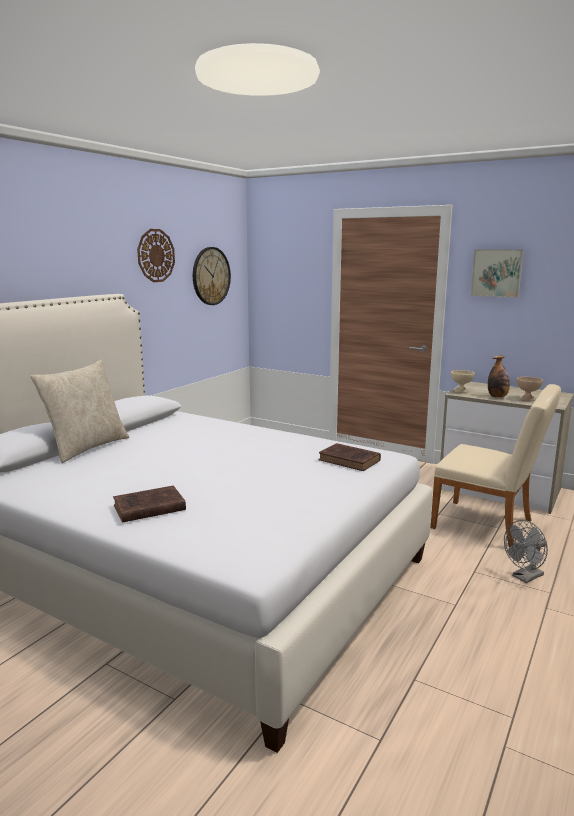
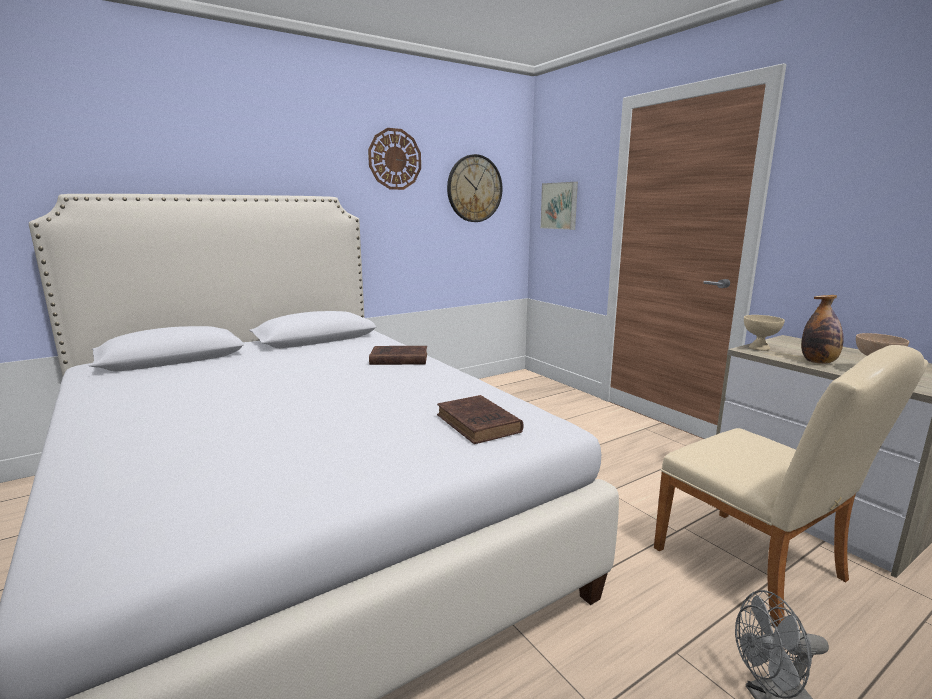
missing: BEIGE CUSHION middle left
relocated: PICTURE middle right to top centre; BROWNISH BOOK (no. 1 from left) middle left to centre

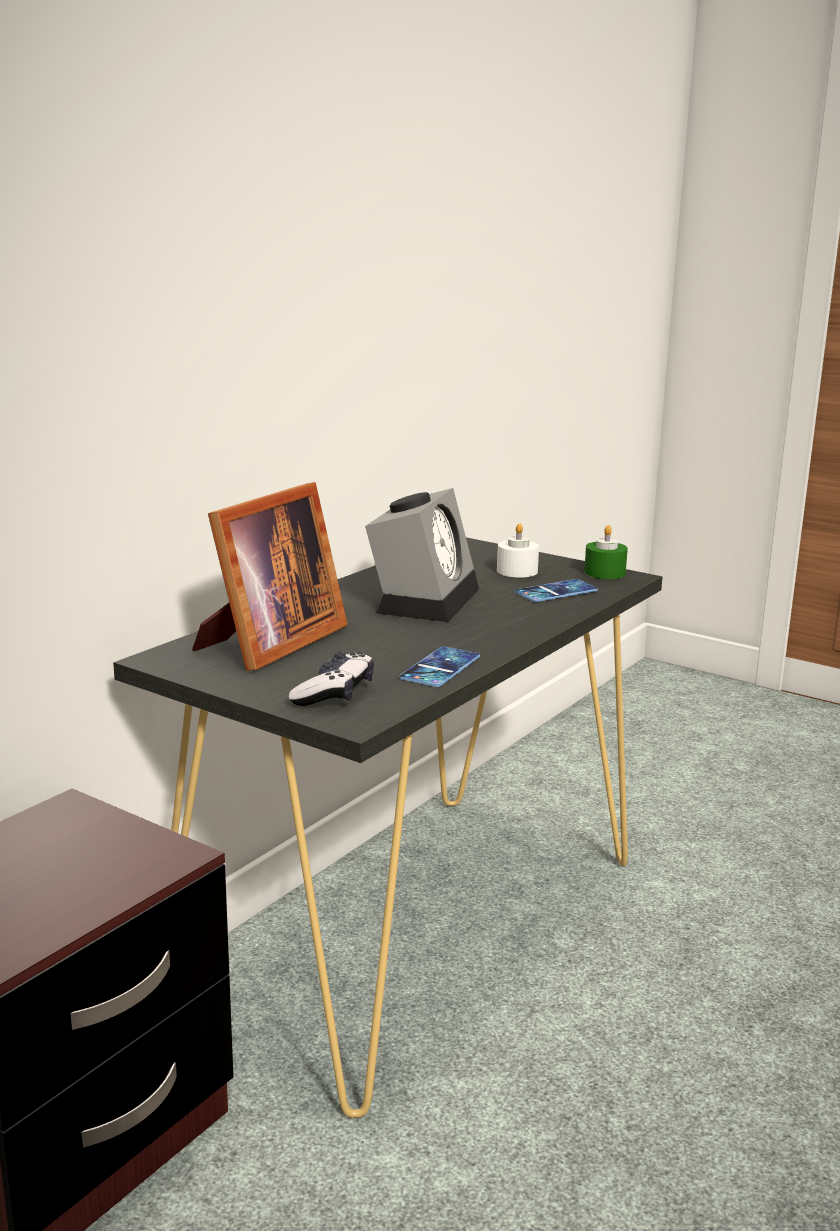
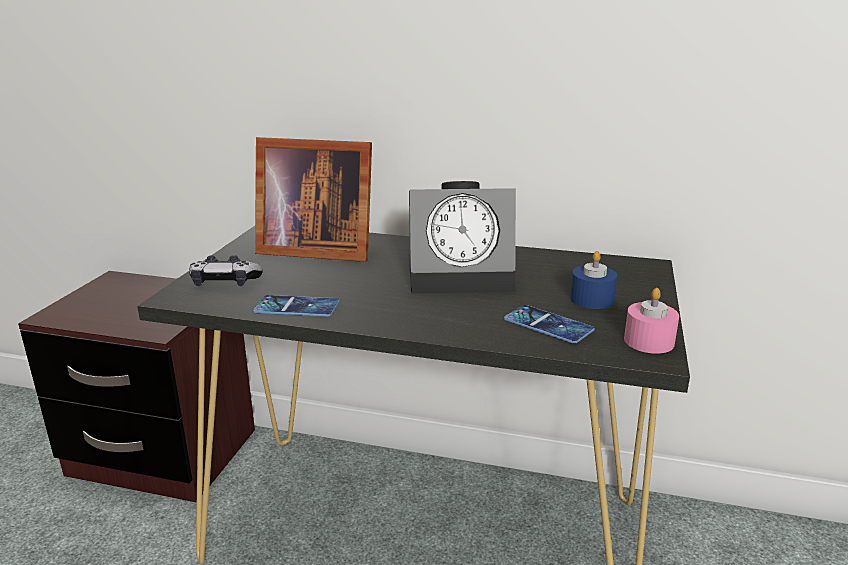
colour: WHITE WAX LIGHT centre to BLUE WAX LIGHT middle right; GREEN-COLOURED WAX LIGHT middle right to PINKISH WAX LIGHT middle right

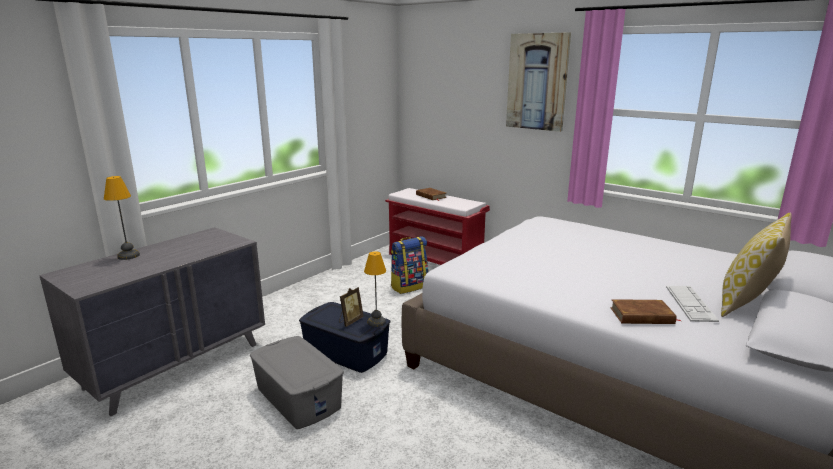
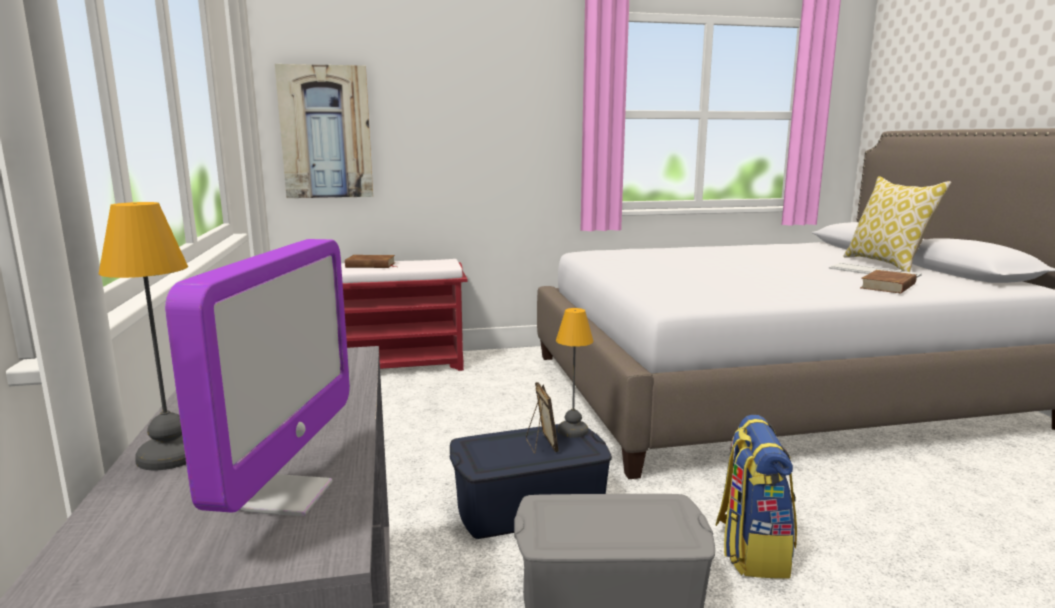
appeared: MONITOR middle left
relocated: PICTURE top centre to top left; BACKPACK centre to bottom right

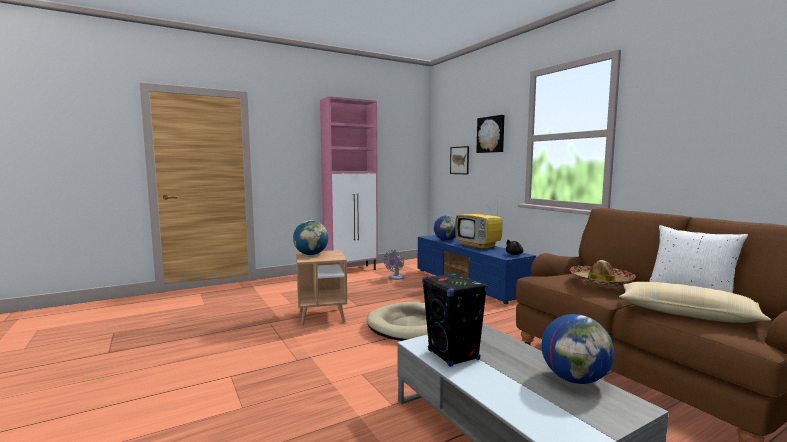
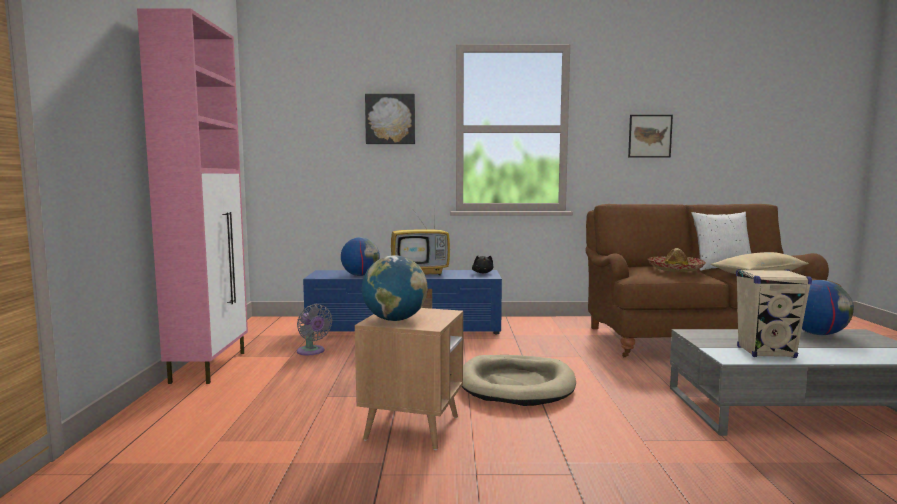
relocated: PICTURE (no. 1 from left in the first image) centre to PICTURE (no. 2 from left) top right
colour: BLACK LOUDSPEAKER bottom centre to BEIGE LOUDSPEAKER middle right

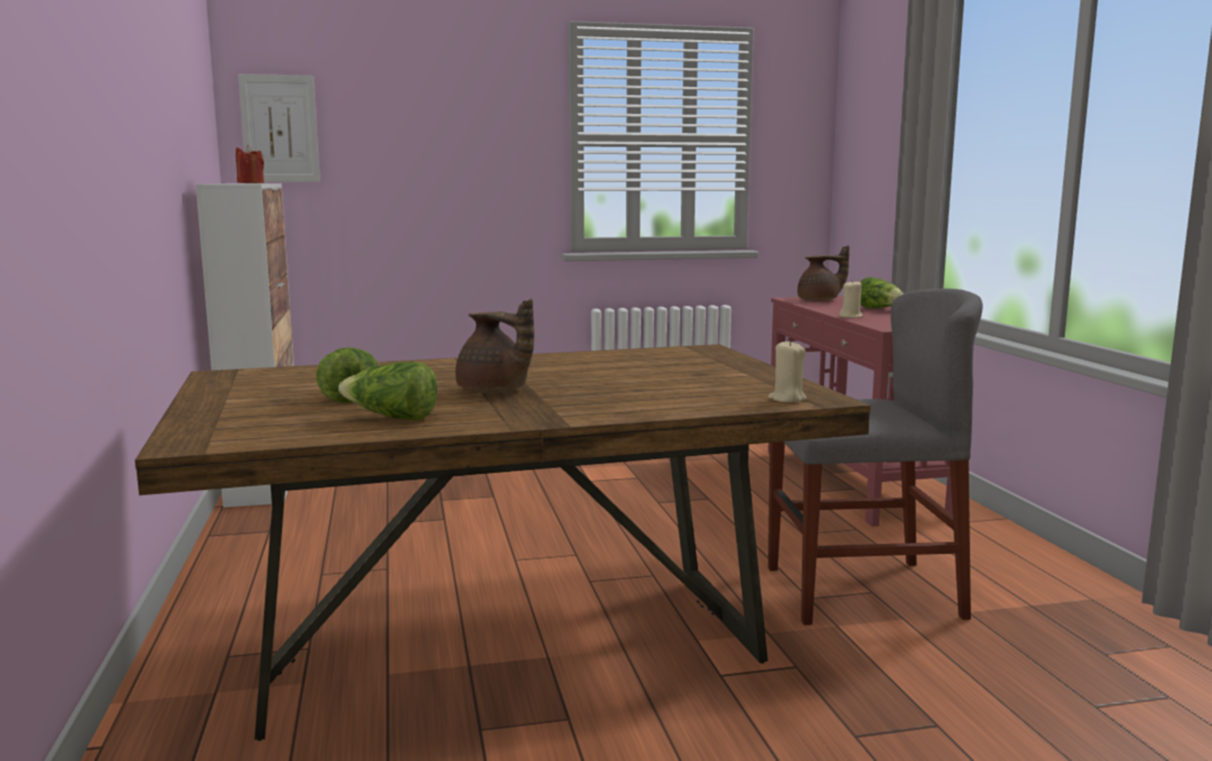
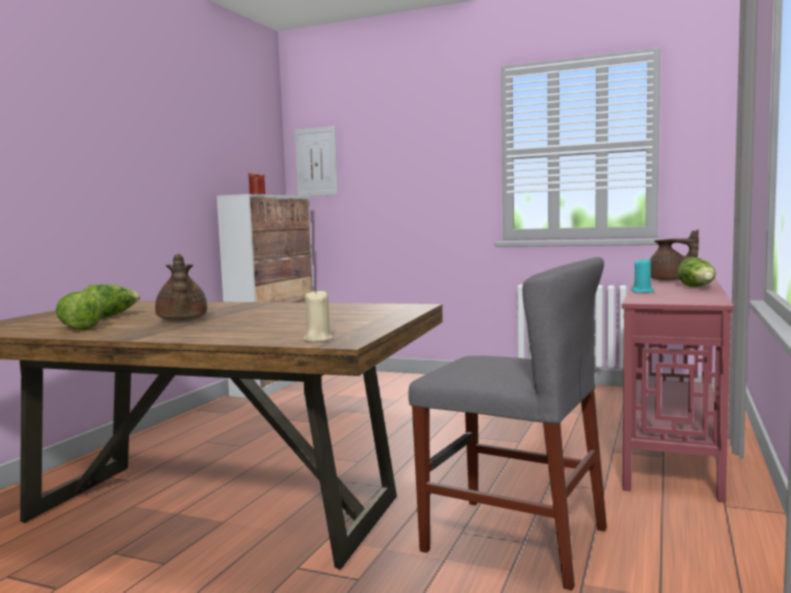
colour: BEIGE WAX LIGHT (no. 2 from left) middle right to TURQUOISE-COLOURED WAX LIGHT middle right

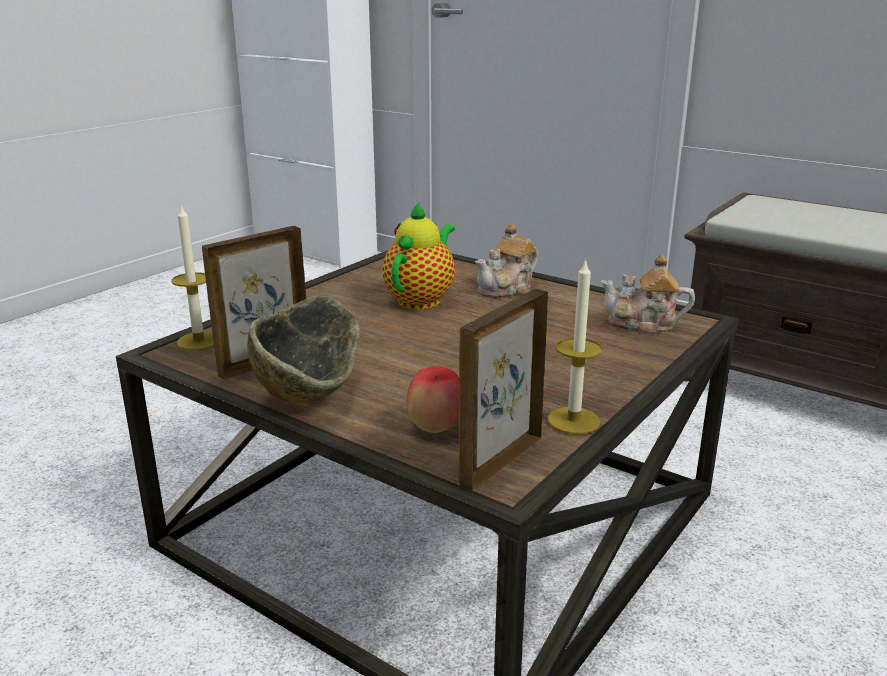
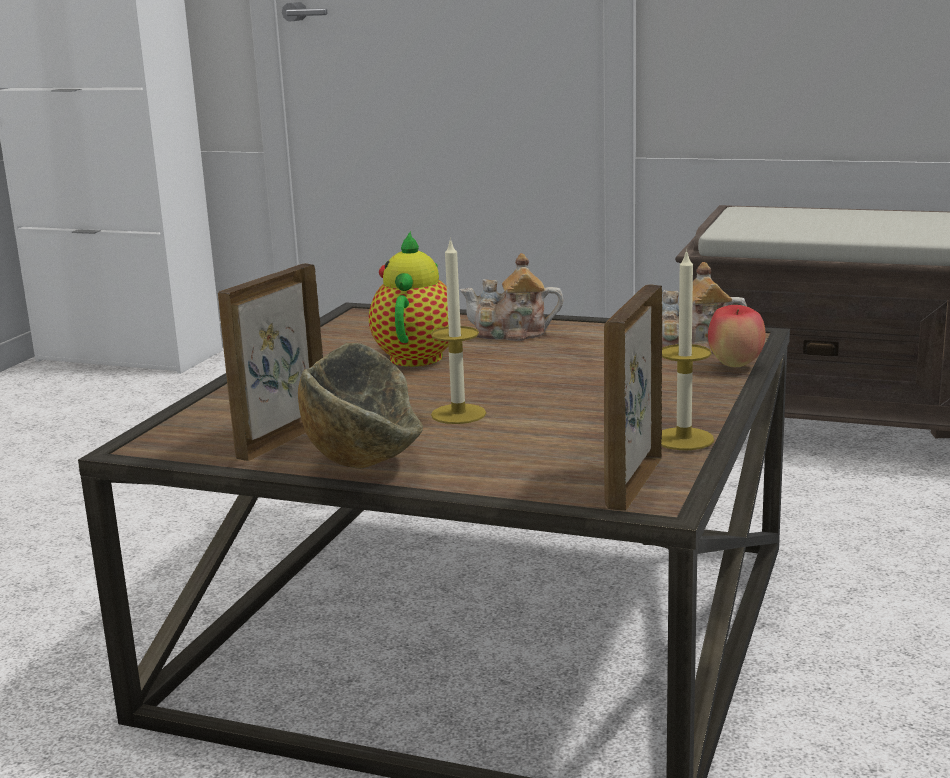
relocated: WAX LIGHT (no. 1 from left) middle left to centre; APPLE centre to middle right
spun: TEAPOT (no. 2 from left) centre = centre 60 degrees clockwise

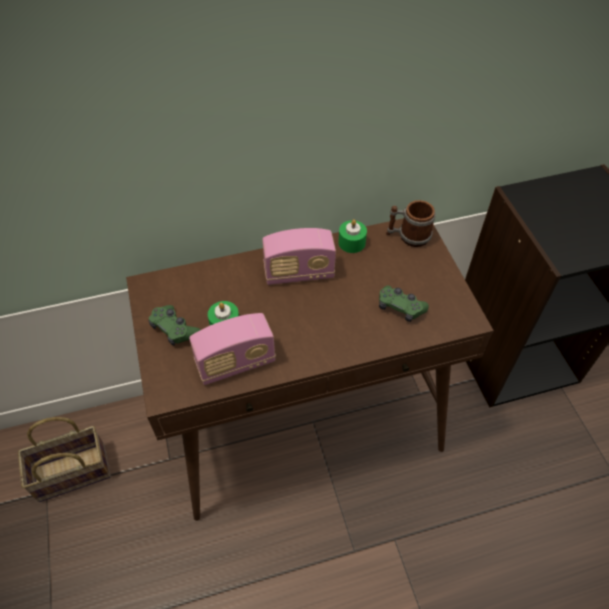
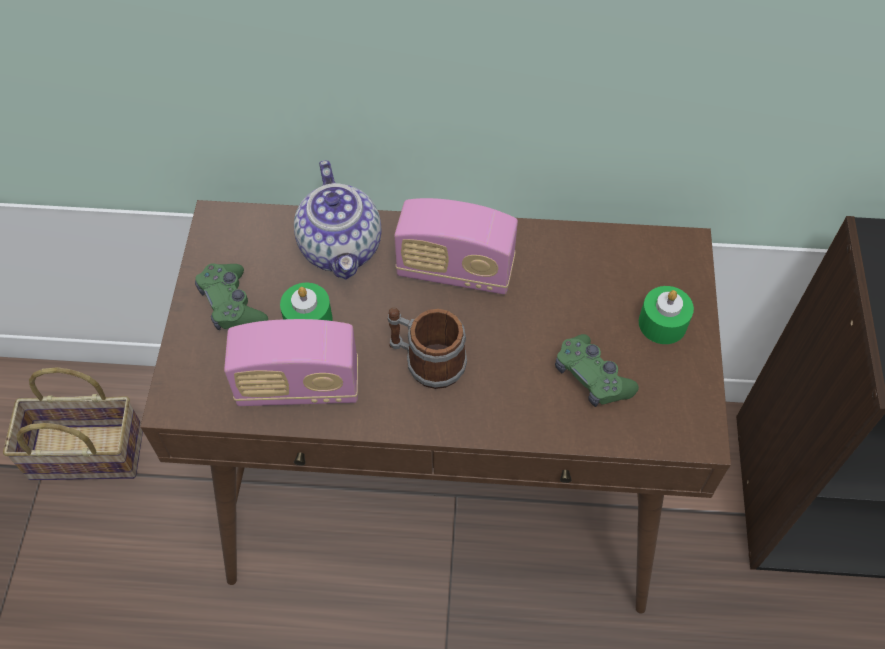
appeared: TEAPOT centre
relocated: TEA MUG middle right to centre; GREEN-COLOURED WAX LIGHT (no. 2 from left) centre to middle right

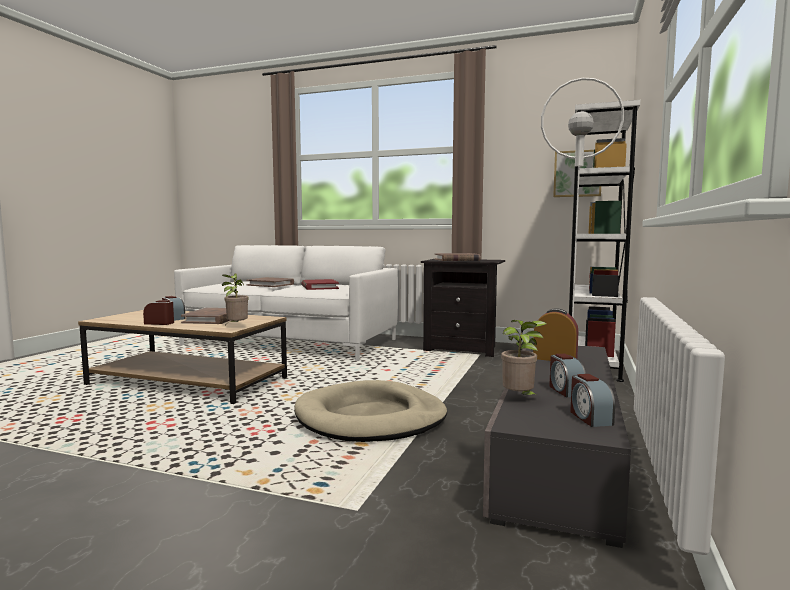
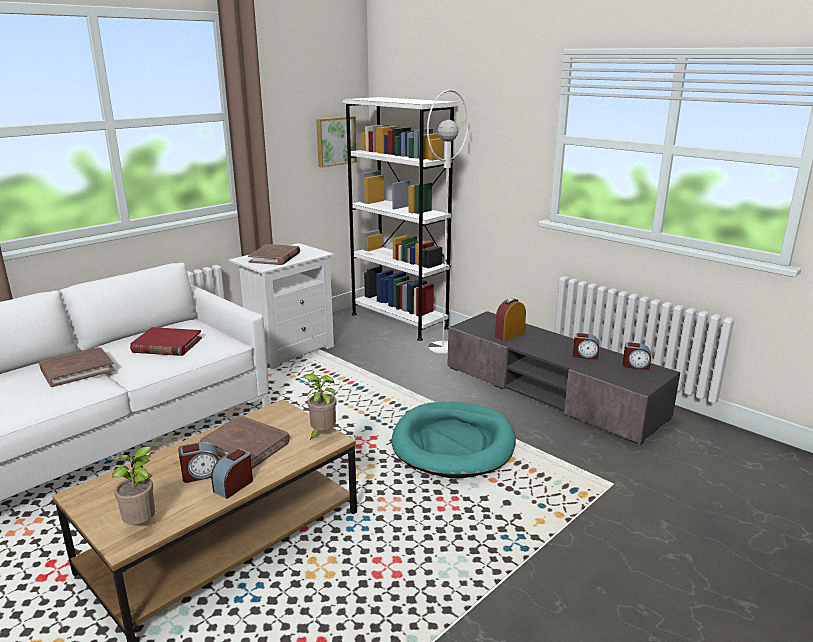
relocated: POTTED PLANT (no. 2 from left in the first image) centre to POTTED PLANT (no. 1 from left) bottom left
colour: BLACK BEDSIDE TABLE centre to WHITE BEDSIDE TABLE centre; BEIGE DOG BED bottom centre to TURQUOISE-COLOURED DOG BED bottom centre

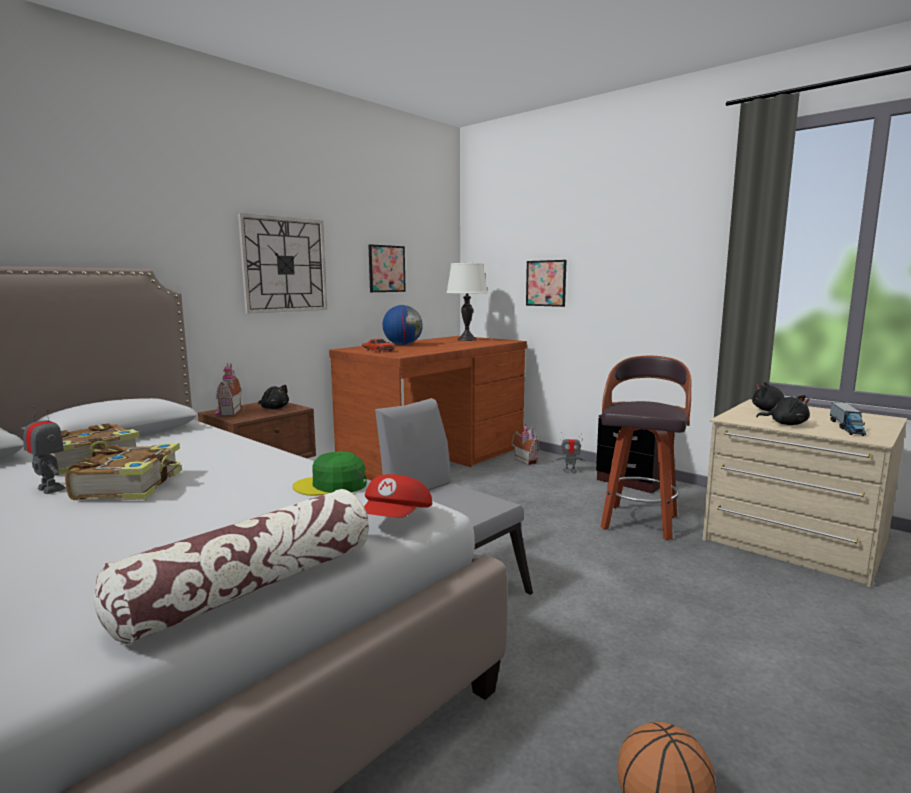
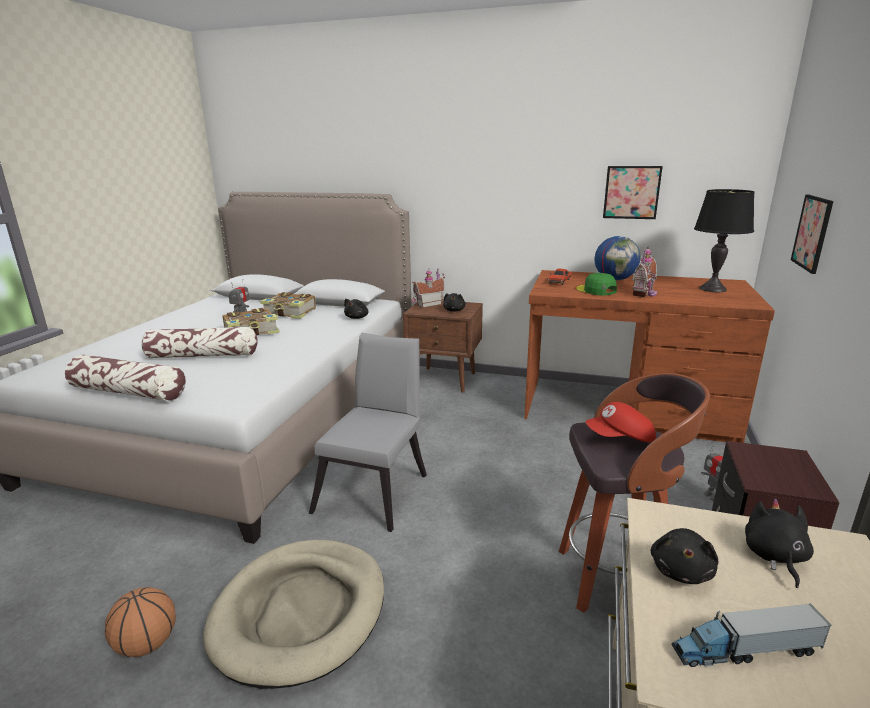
missing: WALL CLOCK top left
appeared: BLACK CUDDLY TOY (no. 1 from left) centre; CUSHION (no. 2 from left) middle left; BEIGE DOG BED bottom centre
relocated: MODEL HOUSE (no. 2 from left) centre to middle right; GREEN-COLOURED BASEBALL CAP centre to middle right; RED BASEBALL CAP centre to middle right
colour: WHITE TABLETOP LAMP centre to BLACK TABLETOP LAMP middle right

